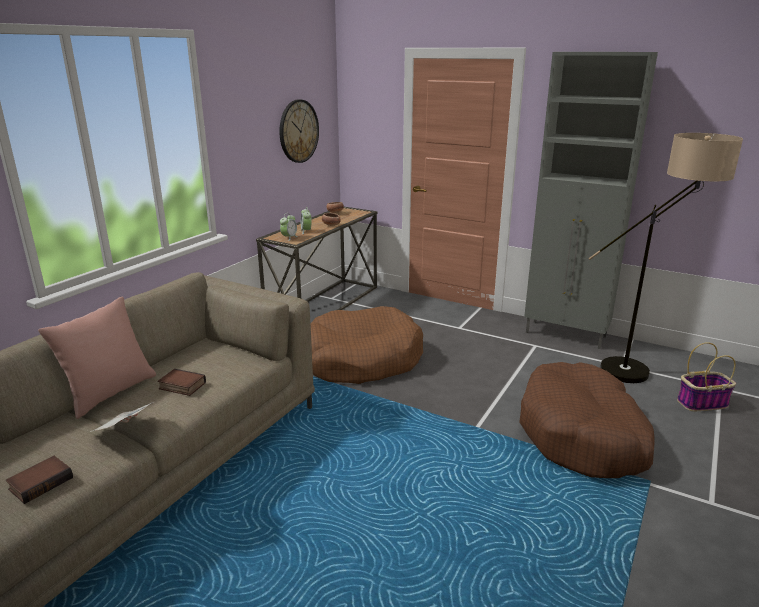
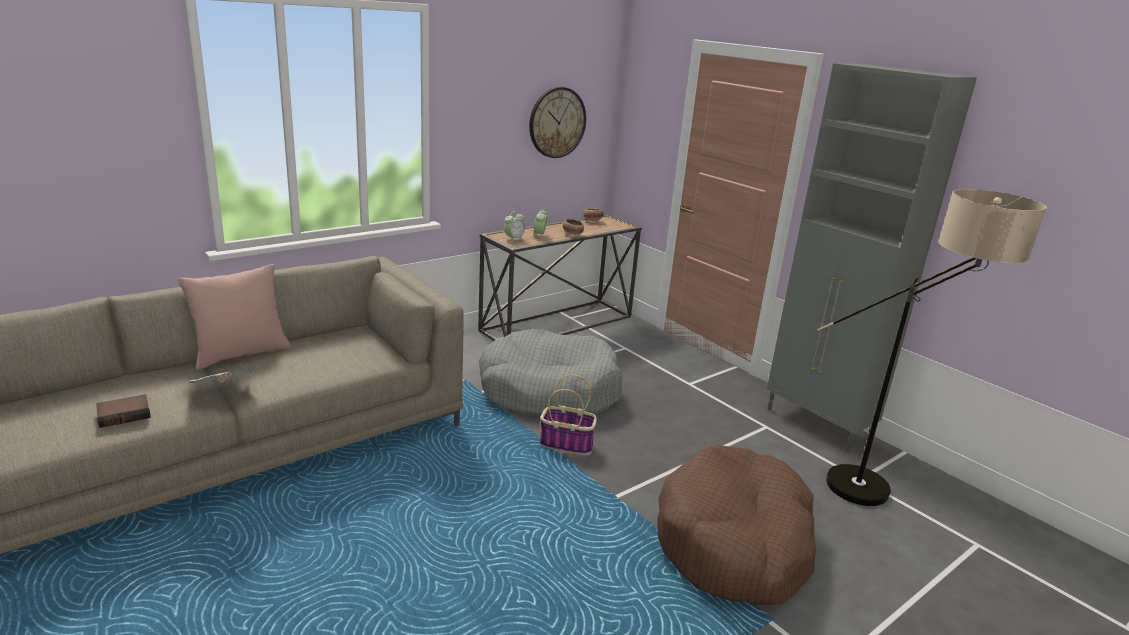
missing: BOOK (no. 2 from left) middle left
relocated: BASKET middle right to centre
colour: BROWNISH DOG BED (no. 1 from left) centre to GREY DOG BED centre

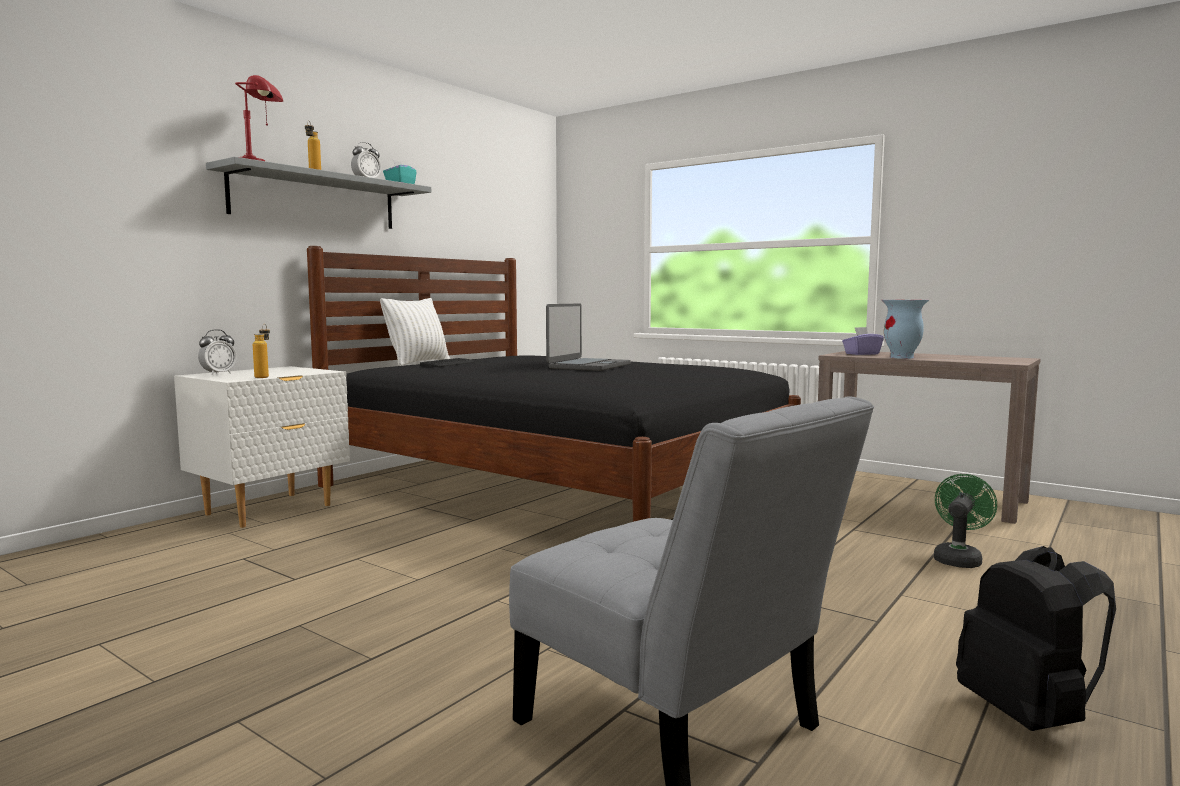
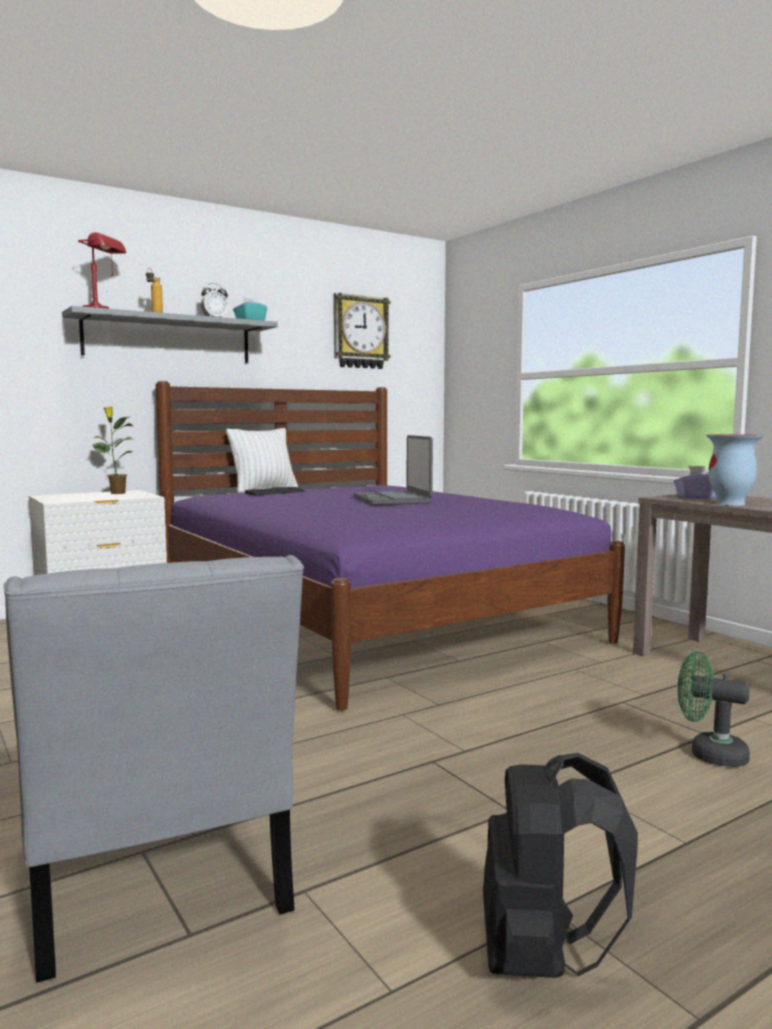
missing: BEVERAGE BOTTLE (no. 1 from left) middle left; BEDSIDE CLOCK (no. 1 from left) middle left
appeared: WALL CLOCK top centre; POTTED PLANT middle left
colour: BLACK SLEEPING BED centre to PURPLE-COLOURED SLEEPING BED centre
spun: LAPTOP centre = centre 120 degrees clockwise; GREEN-COLOURED ELECTRIC FAN middle right = bottom right 120 degrees counterclockwise

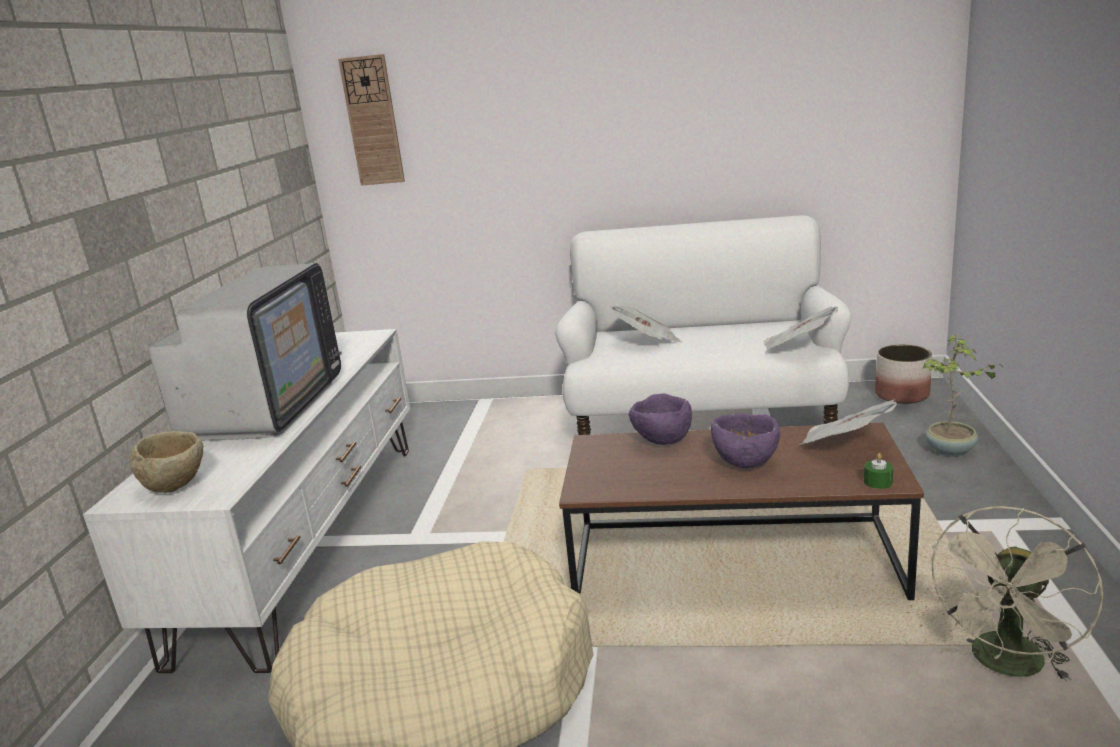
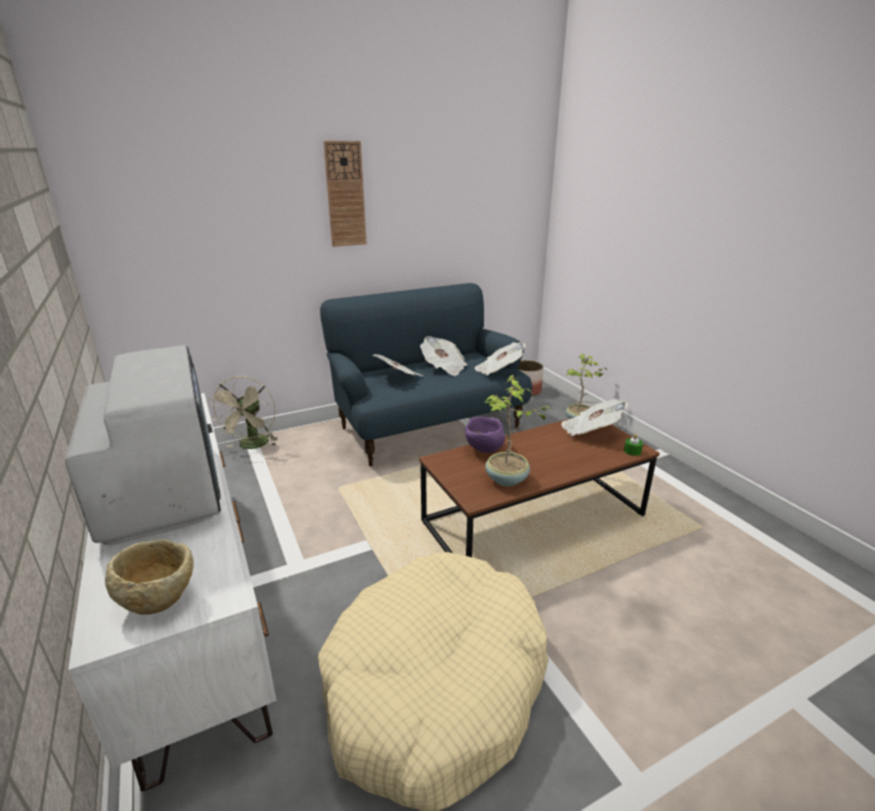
missing: PURPLE-COLOURED SERVING BOWL (no. 2 from left) centre
appeared: NEWSPAPER (no. 2 from left) centre; POTTED PLANT (no. 1 from left) centre
relocated: WALL CLOCK top left to top centre; BEIGE ELECTRIC FAN bottom right to middle left
colour: WHITE COUCH centre to BLUE COUCH centre

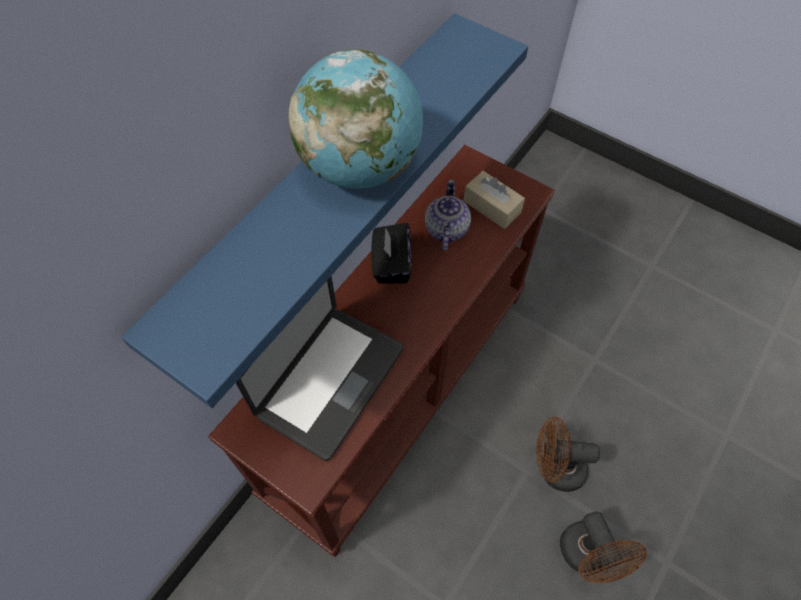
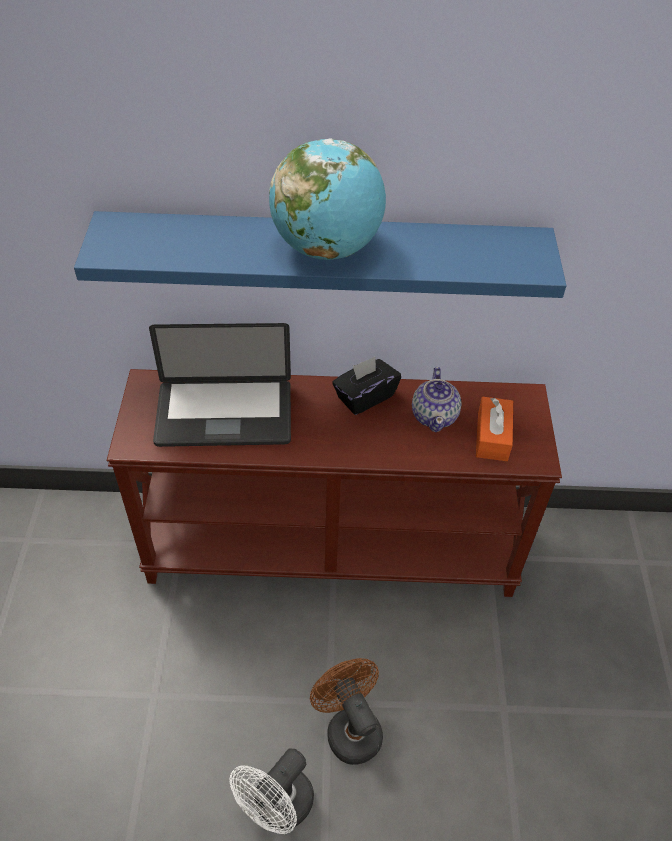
colour: BEIGE TISSUE BOX centre to ORANGEY TISSUE BOX middle right; BROWNISH ELECTRIC FAN (no. 2 from left) bottom right to WHITE ELECTRIC FAN bottom centre
spun: TEAPOT centre = centre 120 degrees clockwise

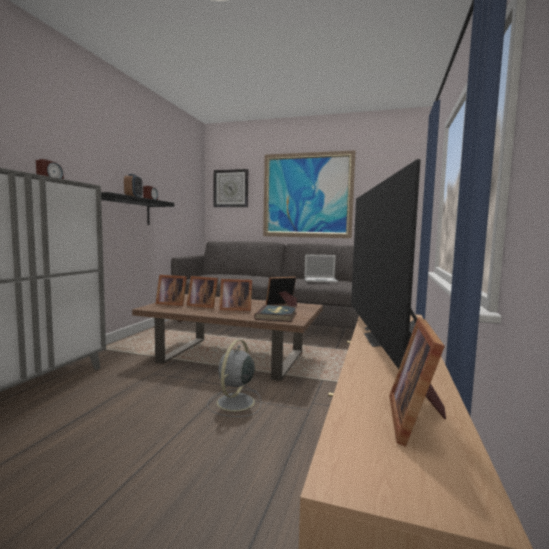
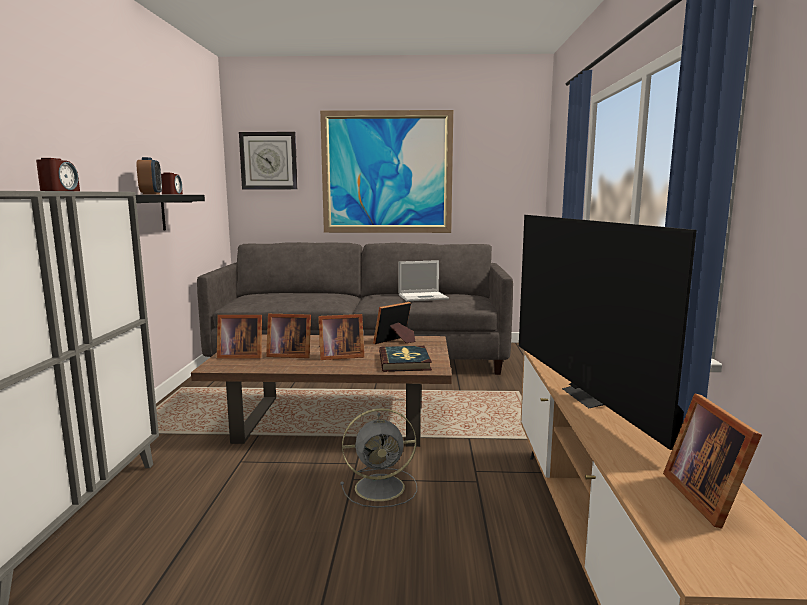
spun: GREY ELECTRIC FAN bottom centre = bottom centre 105 degrees counterclockwise

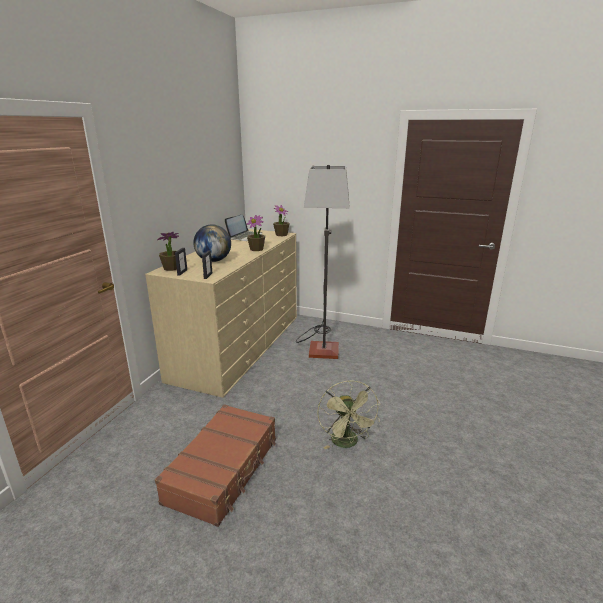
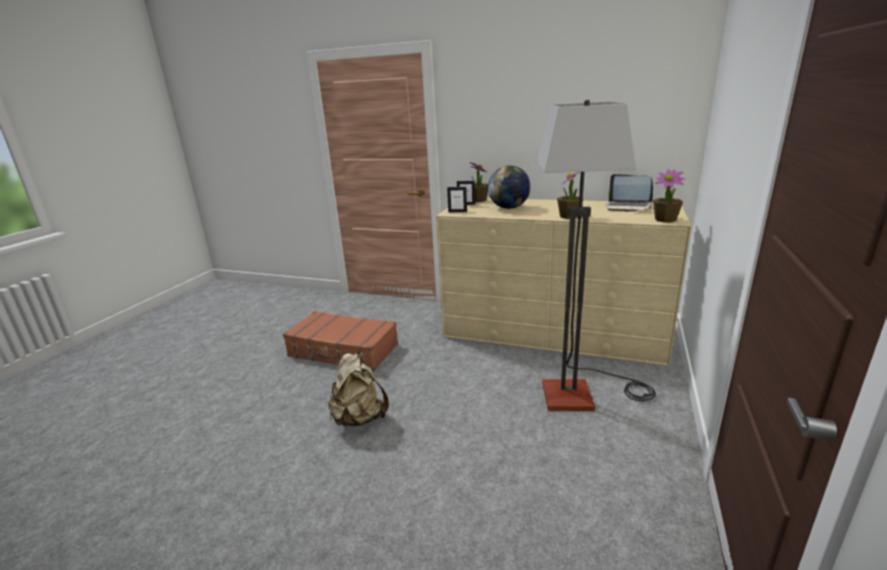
exchanged: GREEN-COLOURED ELECTRIC FAN bottom centre to BEIGE BACKPACK bottom centre

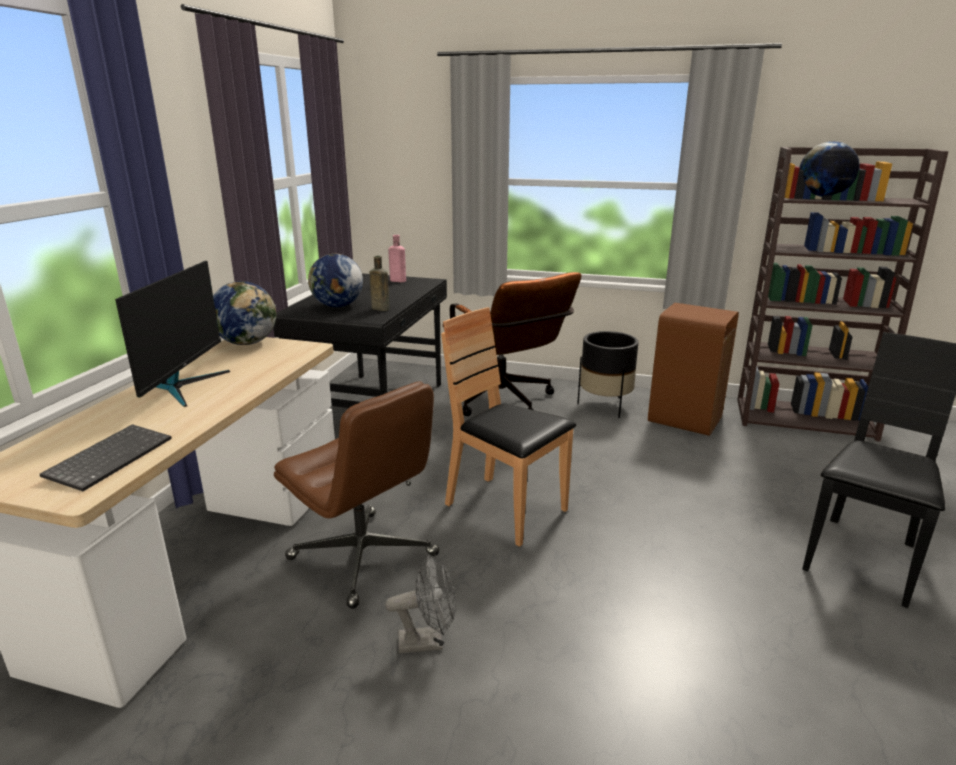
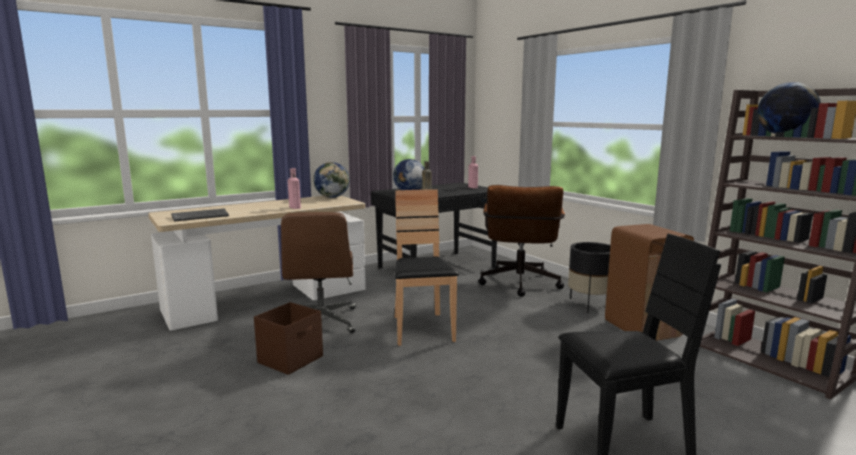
missing: MONITOR middle left
appeared: PINKISH BEVERAGE BOTTLE (no. 1 from left) centre
exchanged: GREY ELECTRIC FAN bottom centre to BROWNISH STORAGE BIN bottom centre

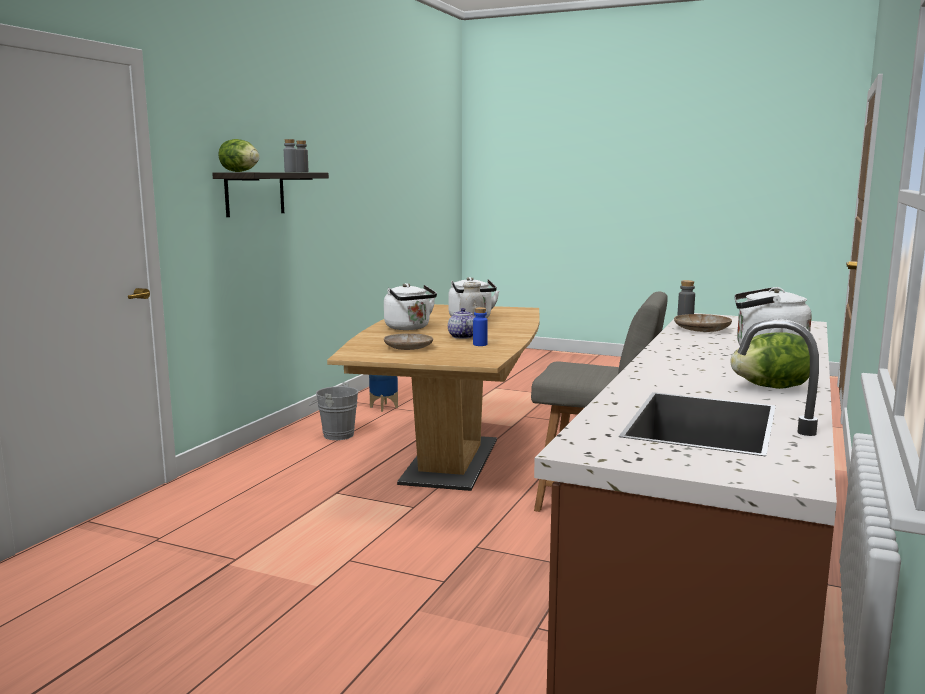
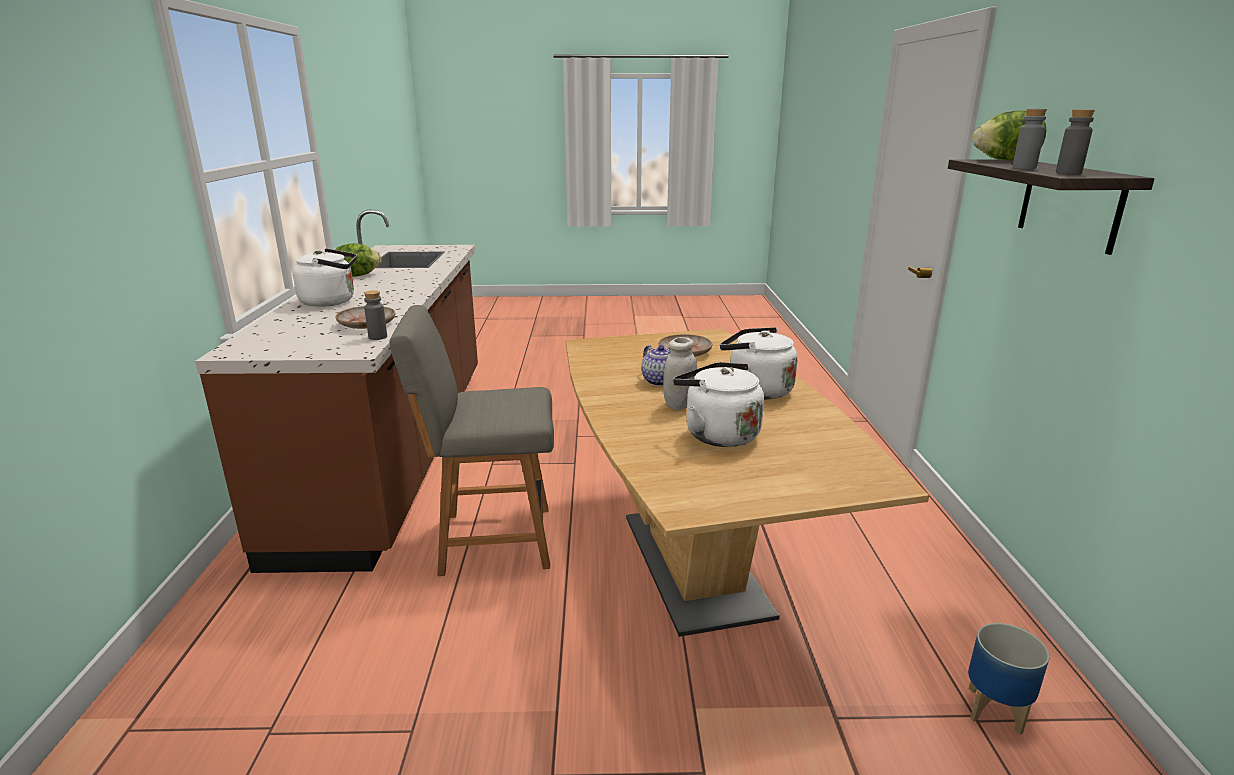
missing: BLUE BEVERAGE BOTTLE centre; GREY PAIL centre

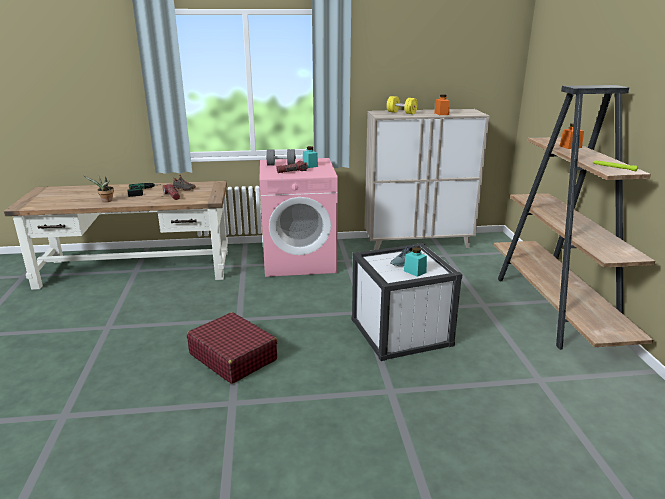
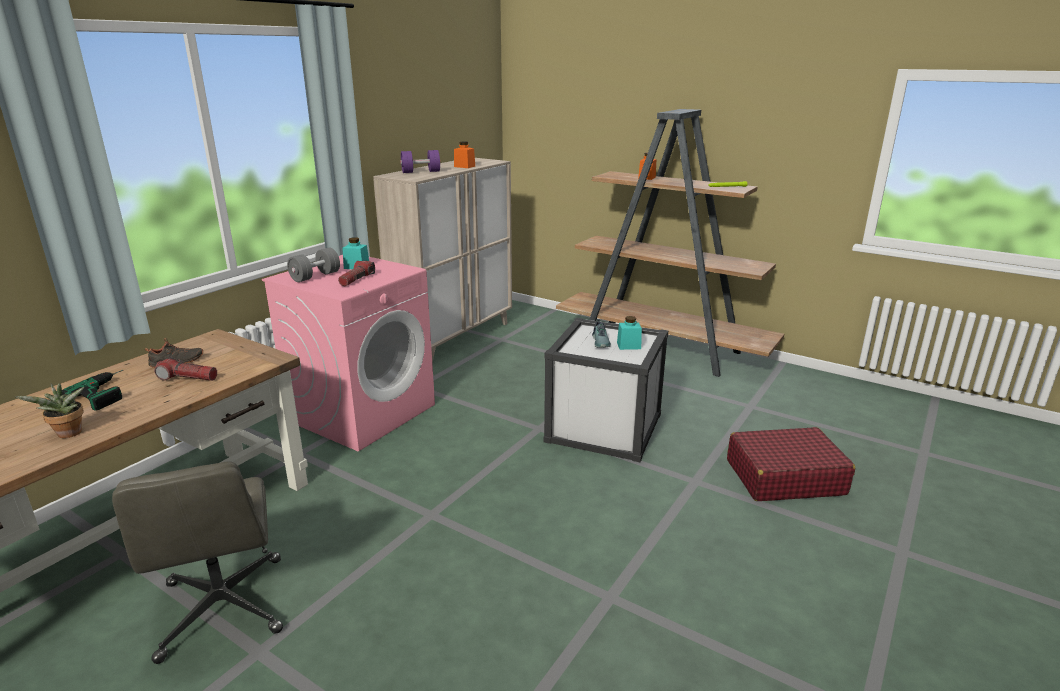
appeared: GREY OFFICE CHAIR bottom left
relocated: RED TRAVEL CASE bottom centre to bottom right
colour: YELLOW-COLOURED HAND WEIGHT top centre to PURPLE-COLOURED HAND WEIGHT top centre

